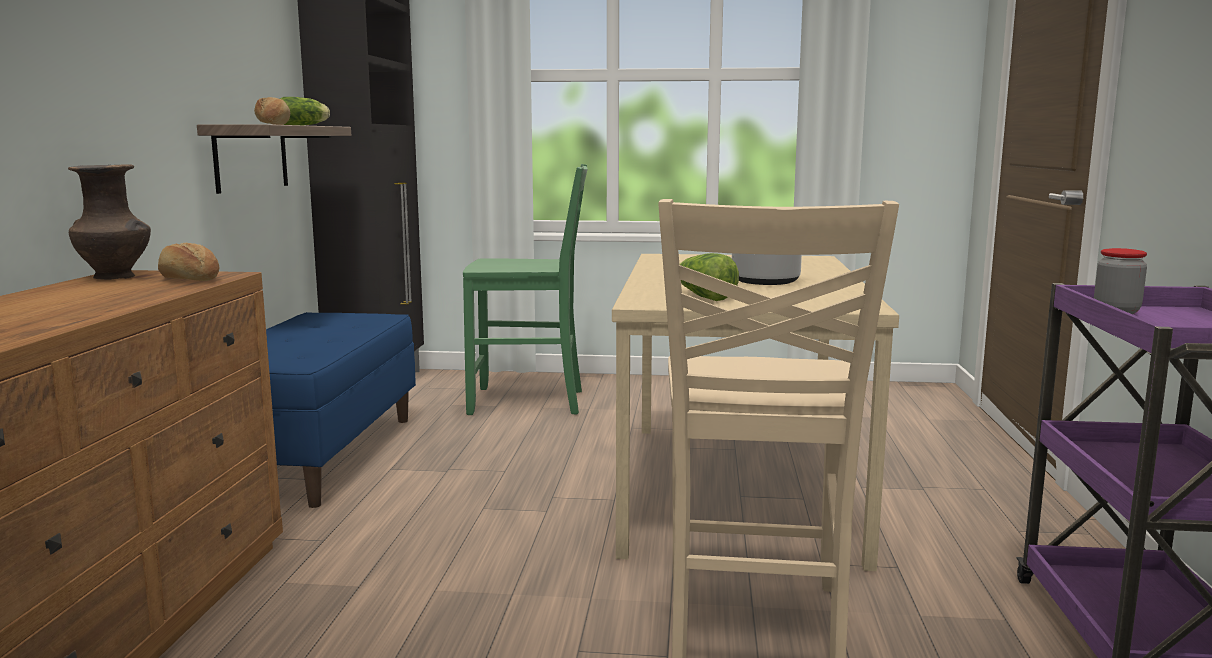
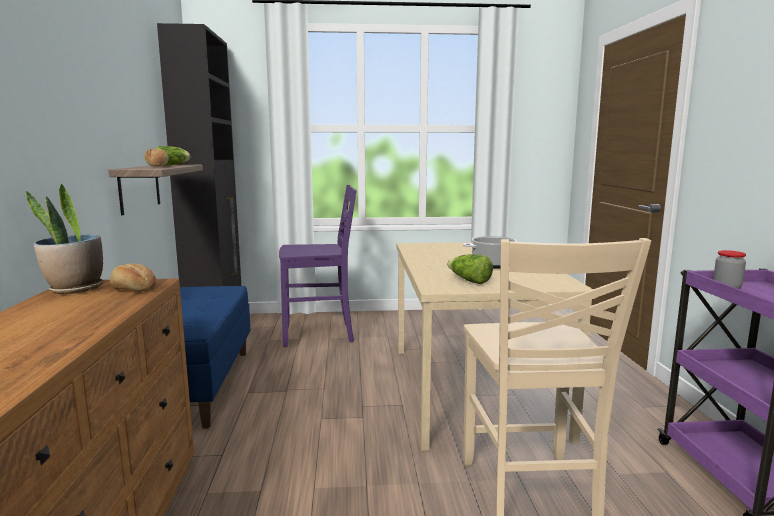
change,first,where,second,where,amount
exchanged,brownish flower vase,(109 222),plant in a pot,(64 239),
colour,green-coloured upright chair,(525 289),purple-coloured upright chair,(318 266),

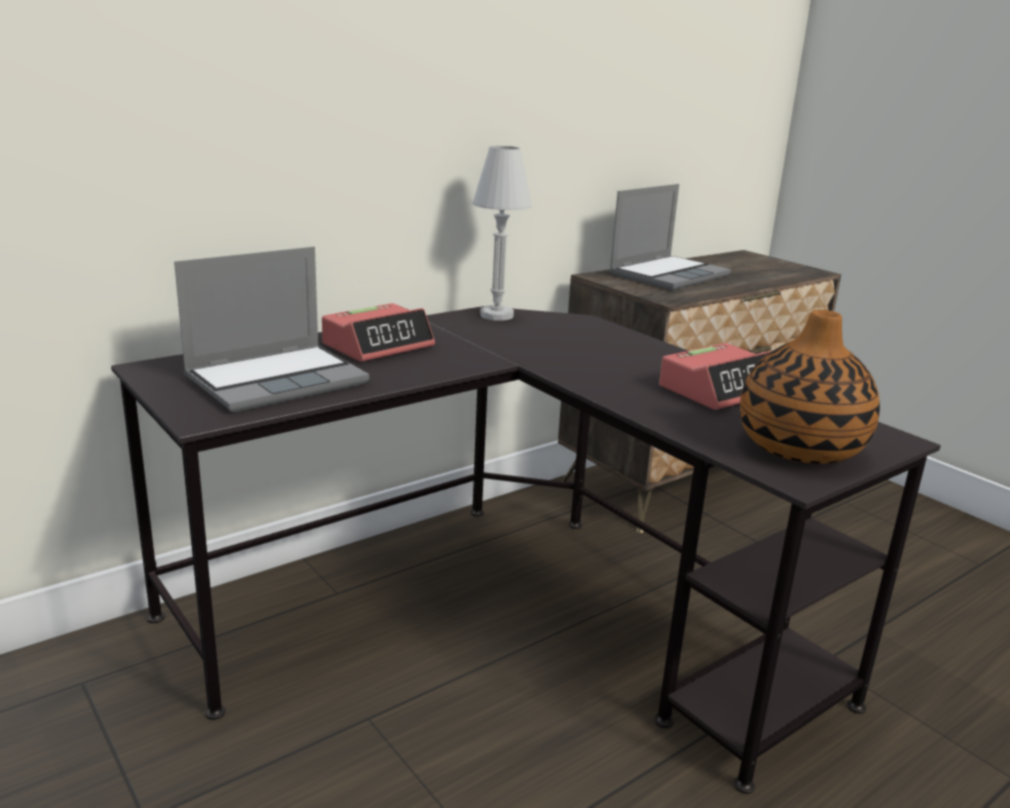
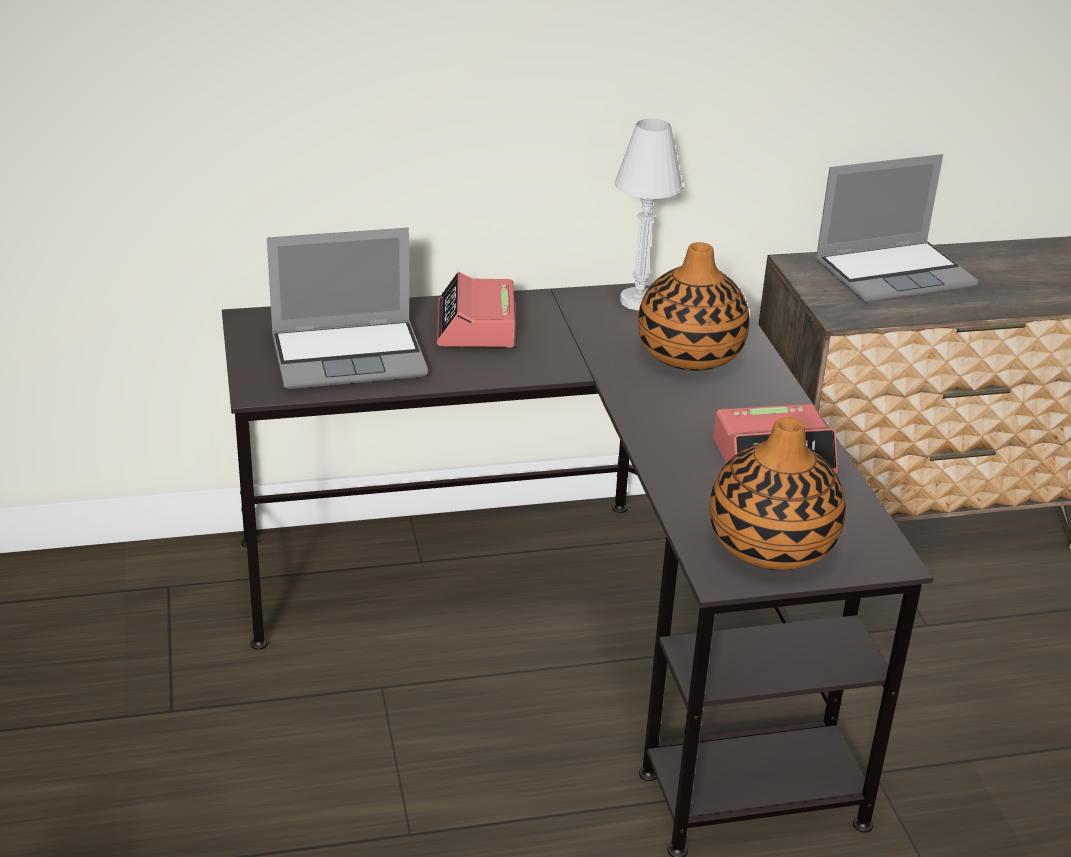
change,first,where,second,where,amount
spun,bedside clock,(378 332),,(476 309),105 degrees clockwise
appeared,,,flower vase,(694 306),

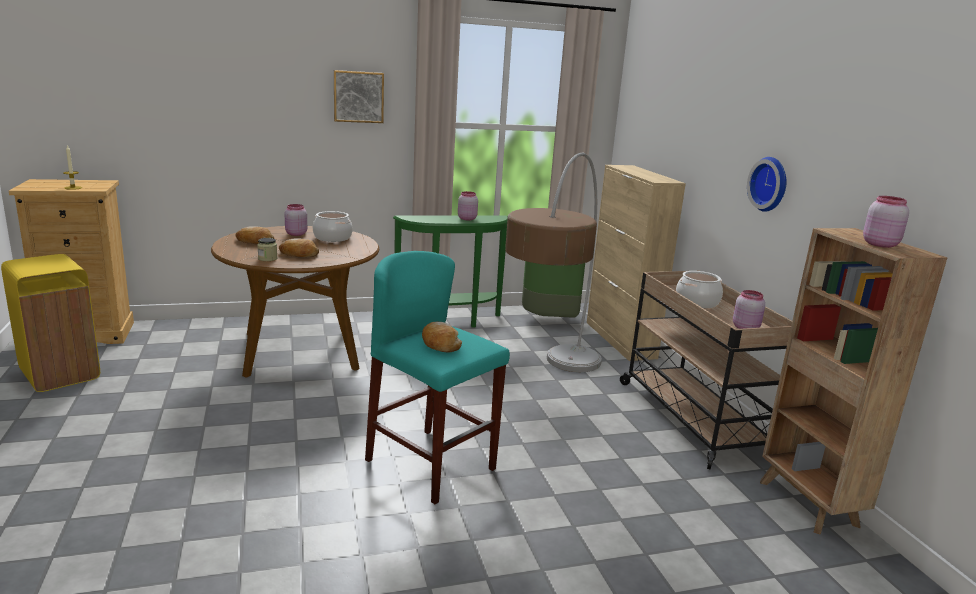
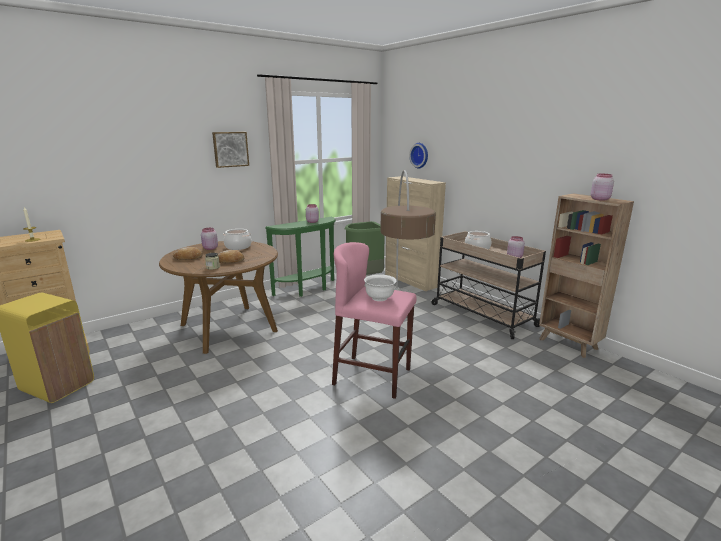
change,first,where,second,where,amount
colour,blue-green sitting stool,(437 377),pinkish sitting stool,(374 320),
exchanged,baked bread,(442 337),whitish bowl,(380 287),
relocated,hanging clock,(766 184),,(418 155),

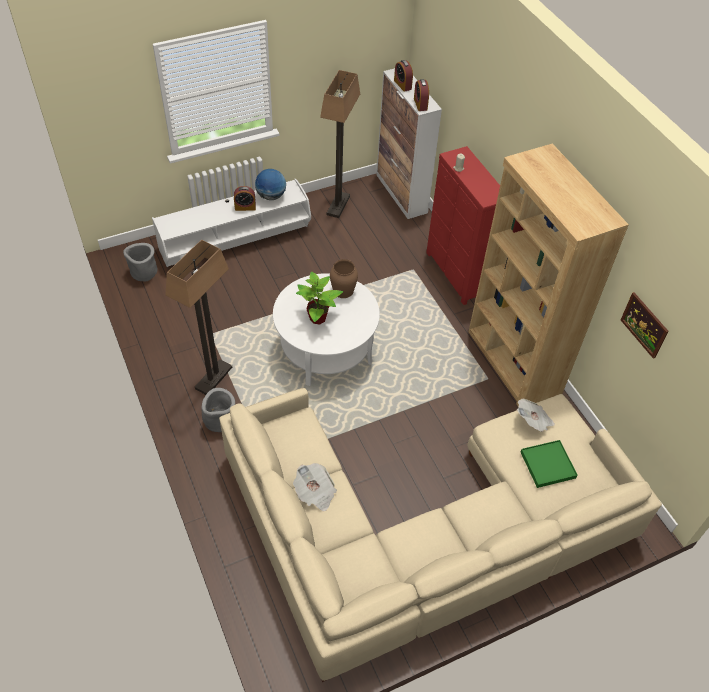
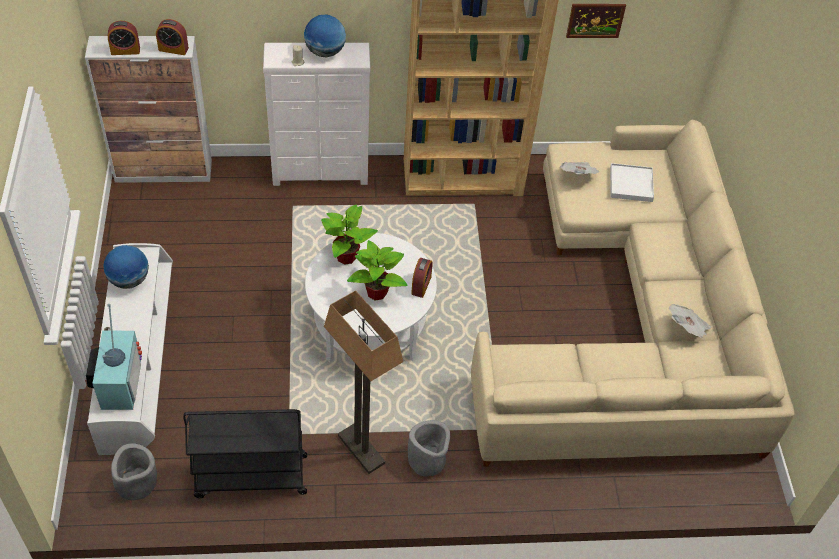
change,first,where,second,where,amount
appeared,,,TV set,(114 357),
appeared,,,blackish cart,(245 453),
colour,red-coloured chest of drawers,(463 225),whitish chest of drawers,(317 114),
appeared,,,desk globe,(325 35),
exchanged,brownish flower vase,(344 278),plant in a pot,(349 234),
relocated,bedside clock,(245 198),,(422 278),
colour,green-coloured tray,(549 464),whitish tray,(632 182),
relocated,daily paper,(315 487),,(690 321),
missing,standing lamp,(340 144),,,

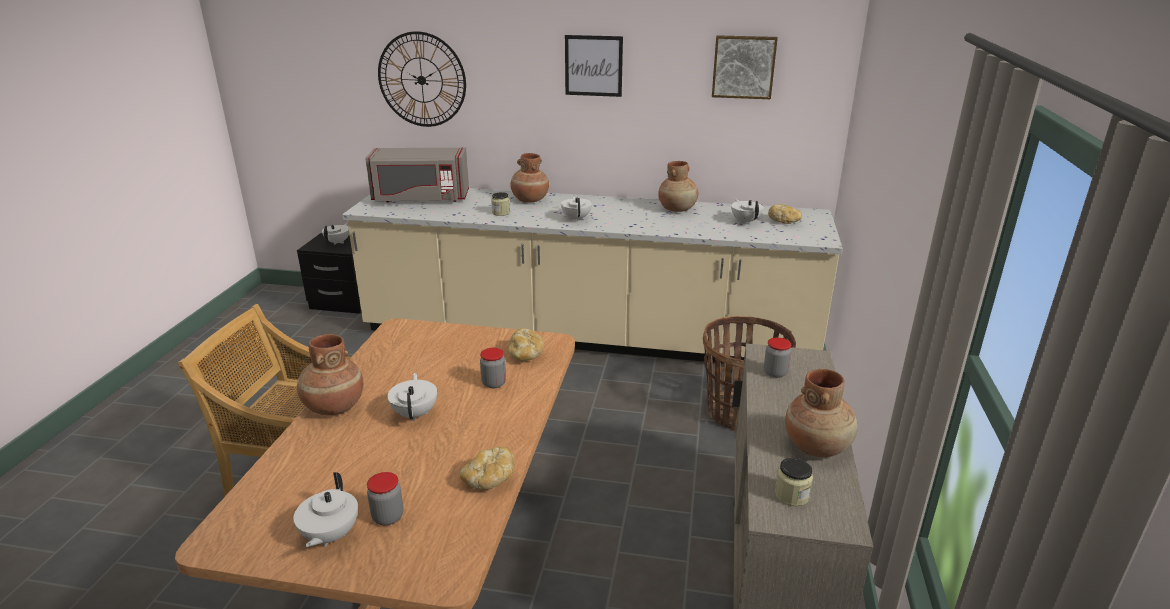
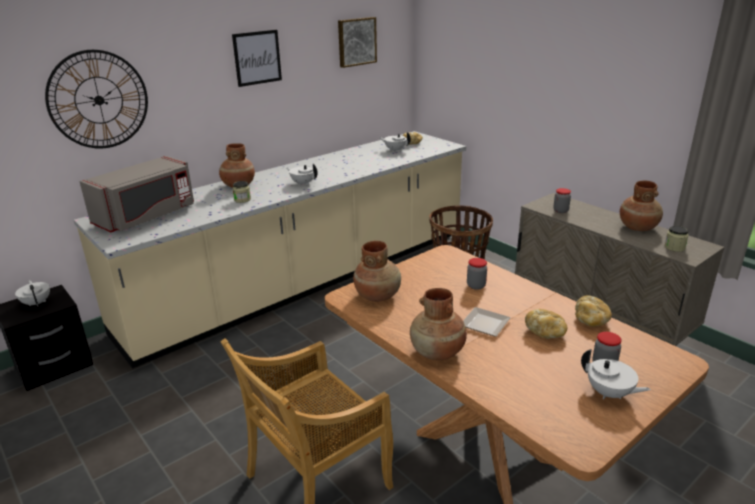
change,first,where,second,where,amount
relocated,brownish flower vase,(678 186),,(377 271),
exchanged,whitish pot for tea,(412 397),plate,(487 322),
relocated,baked bread,(526 344),,(546 324),

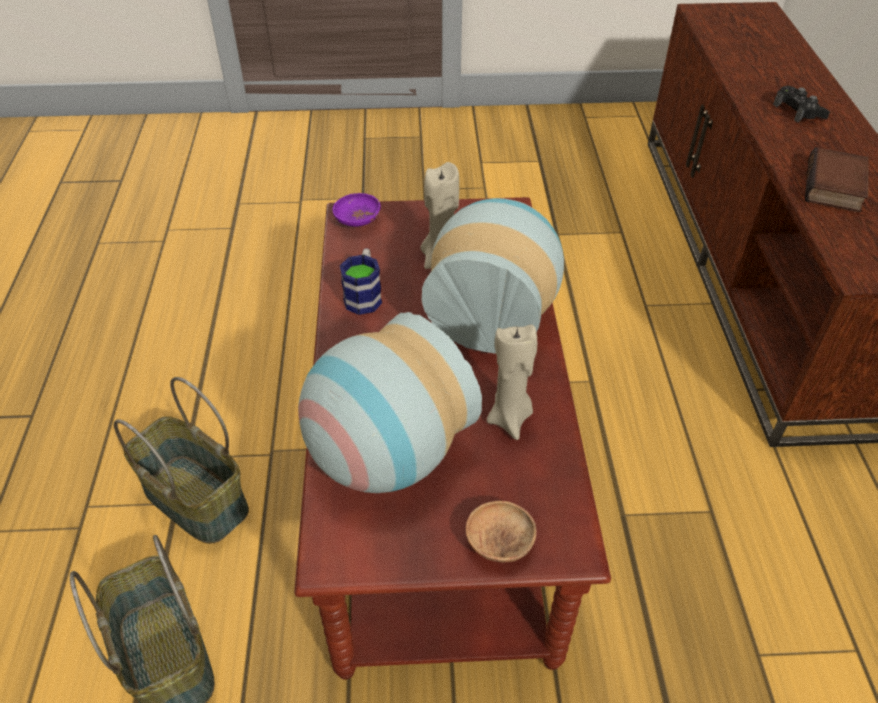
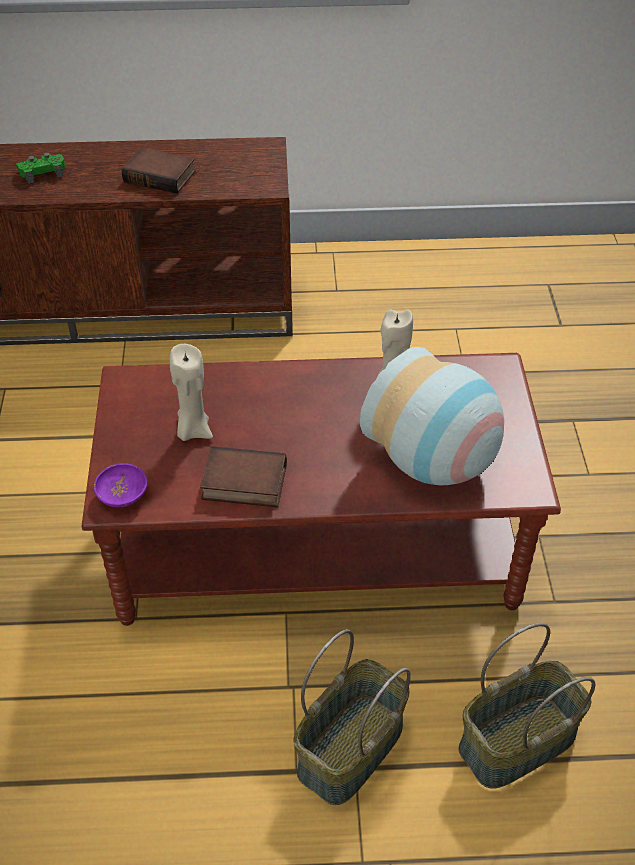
change,first,where,second,where,amount
colour,blackish joypad,(801 104),green-coloured joypad,(40 168),
exchanged,tea mug,(361 281),bound book,(243 476),
missing,flower vase,(493 276),,,
missing,brownish bowl,(501 531),,,

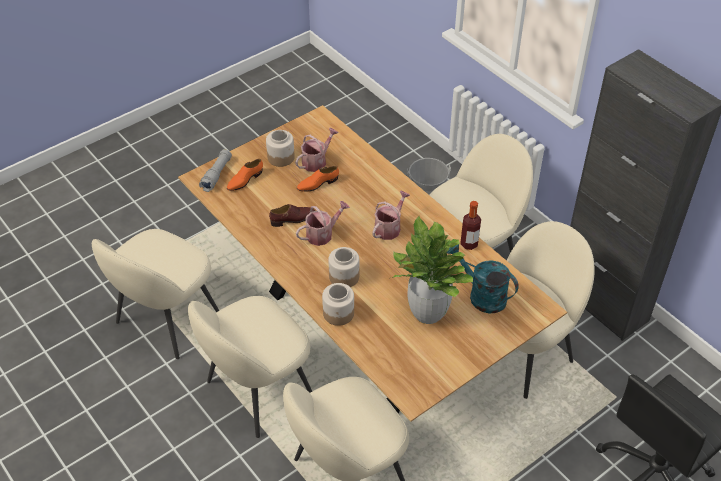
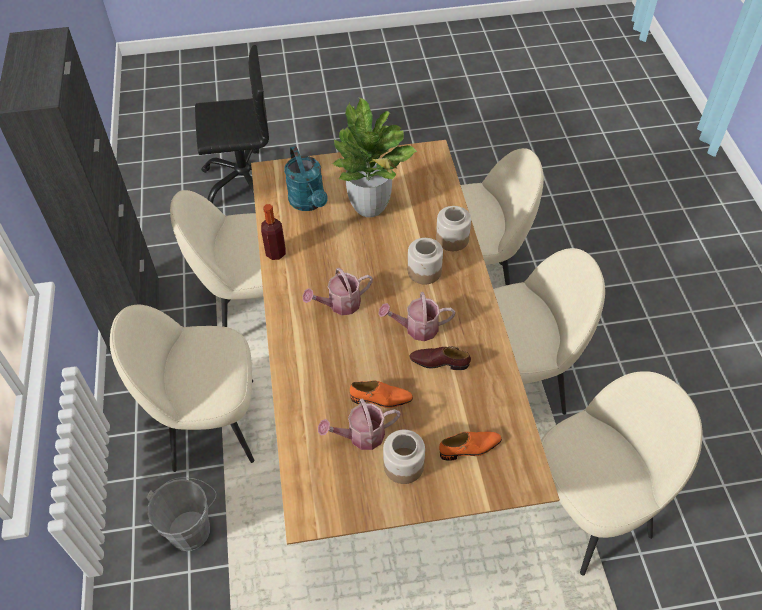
change,first,where,second,where,amount
missing,gray hand torch,(215 170),,,

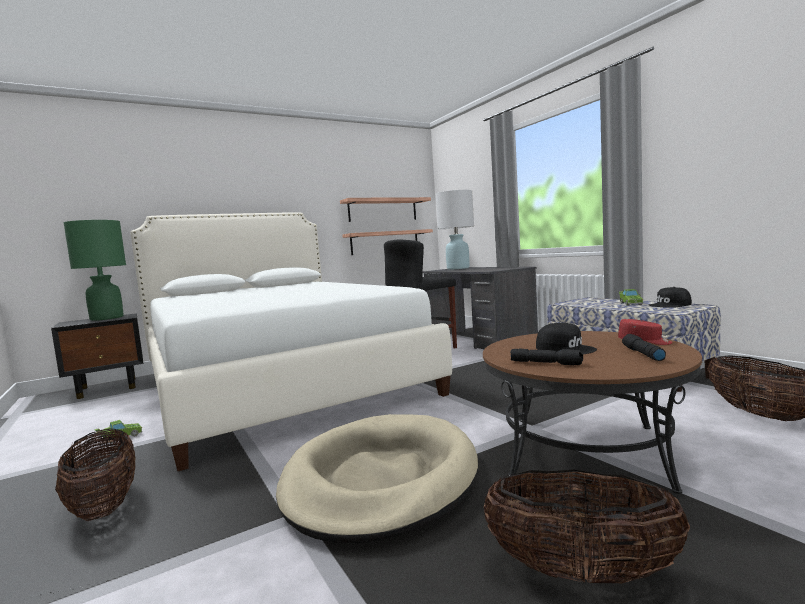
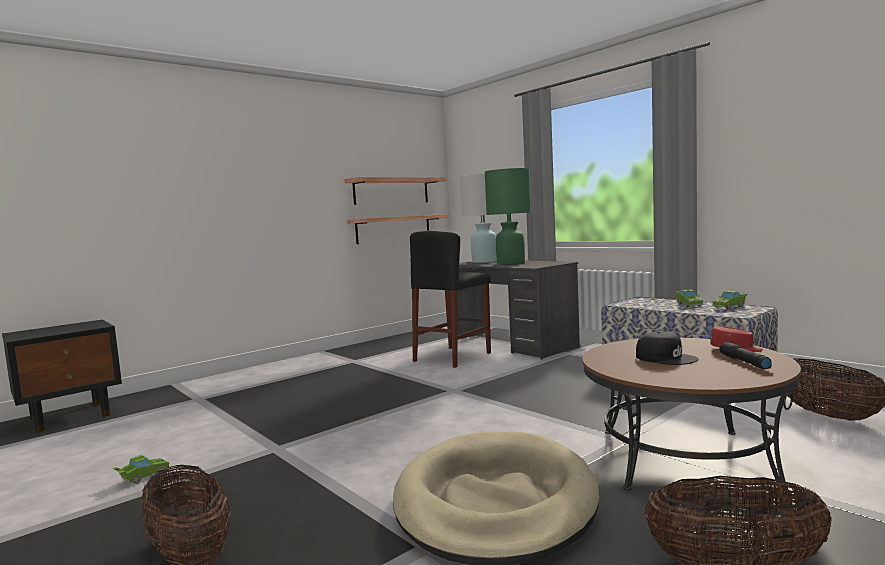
change,first,where,second,where,amount
relocated,green-coloured table lamp,(95 270),,(508 216),
exchanged,blackish cap,(670 297),green-coloured toy car,(729 300),
missing,whitish bed,(291 342),,,
missing,blackish hand torch,(546 357),,,

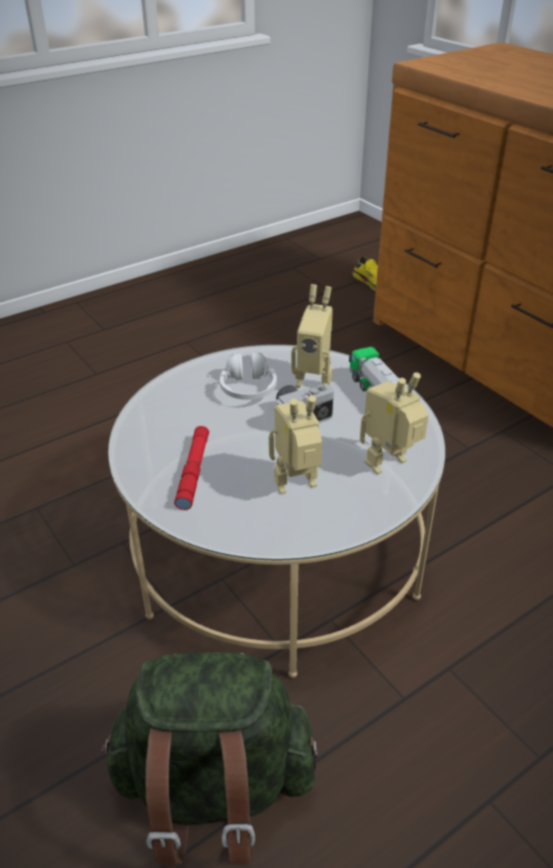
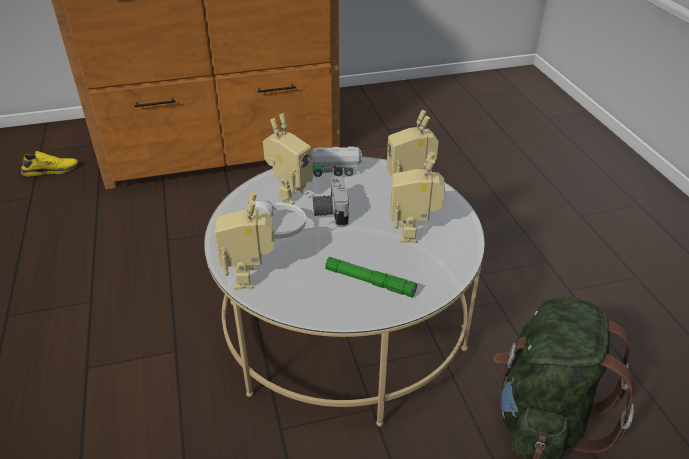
change,first,where,second,where,amount
appeared,,,robot figure,(244 240),
colour,red-coloured hand torch,(191 468),green-coloured hand torch,(371 277),

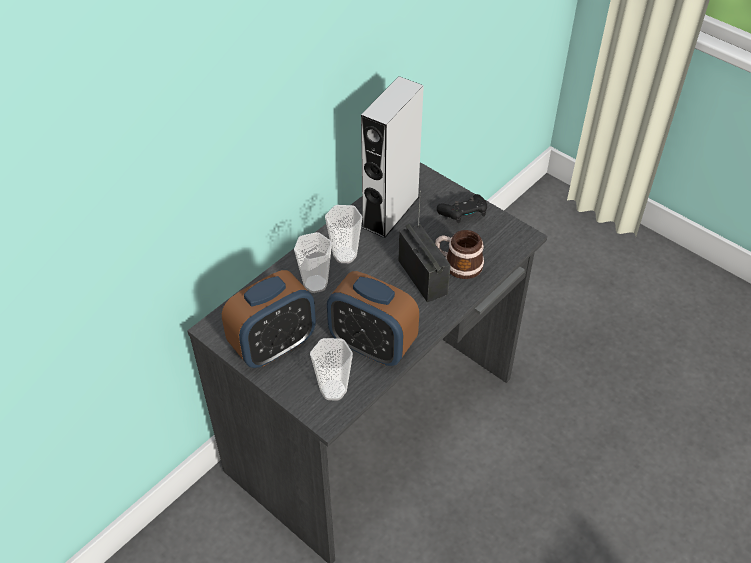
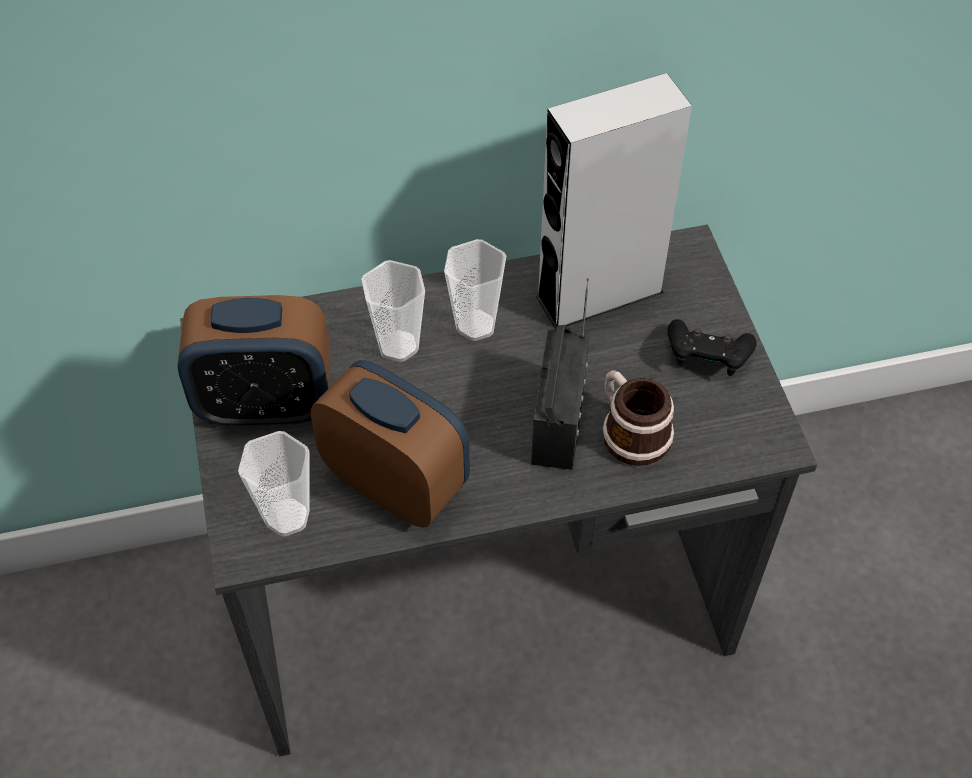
change,first,where,second,where,amount
spun,bedside clock,(373 318),,(390 444),150 degrees clockwise

